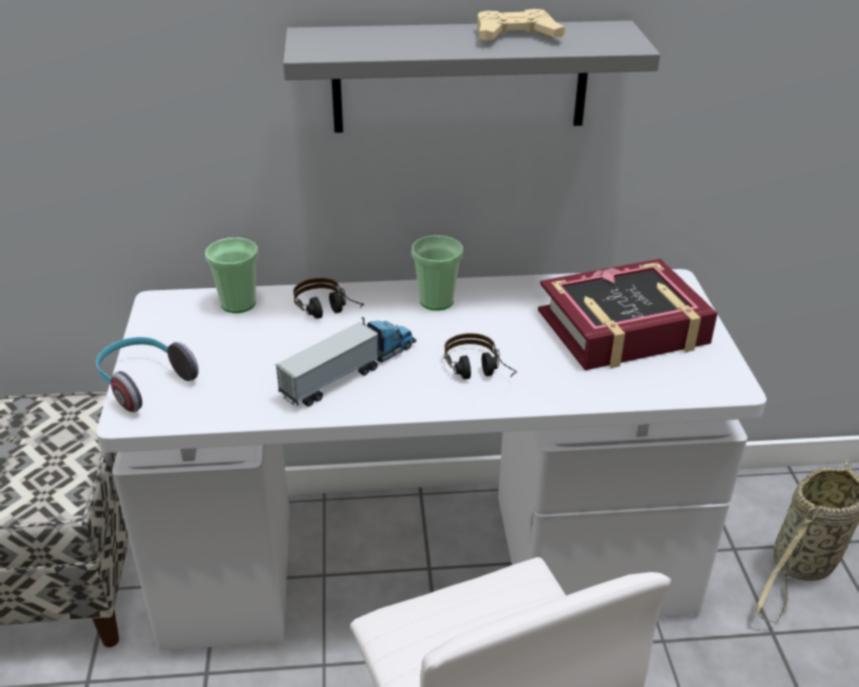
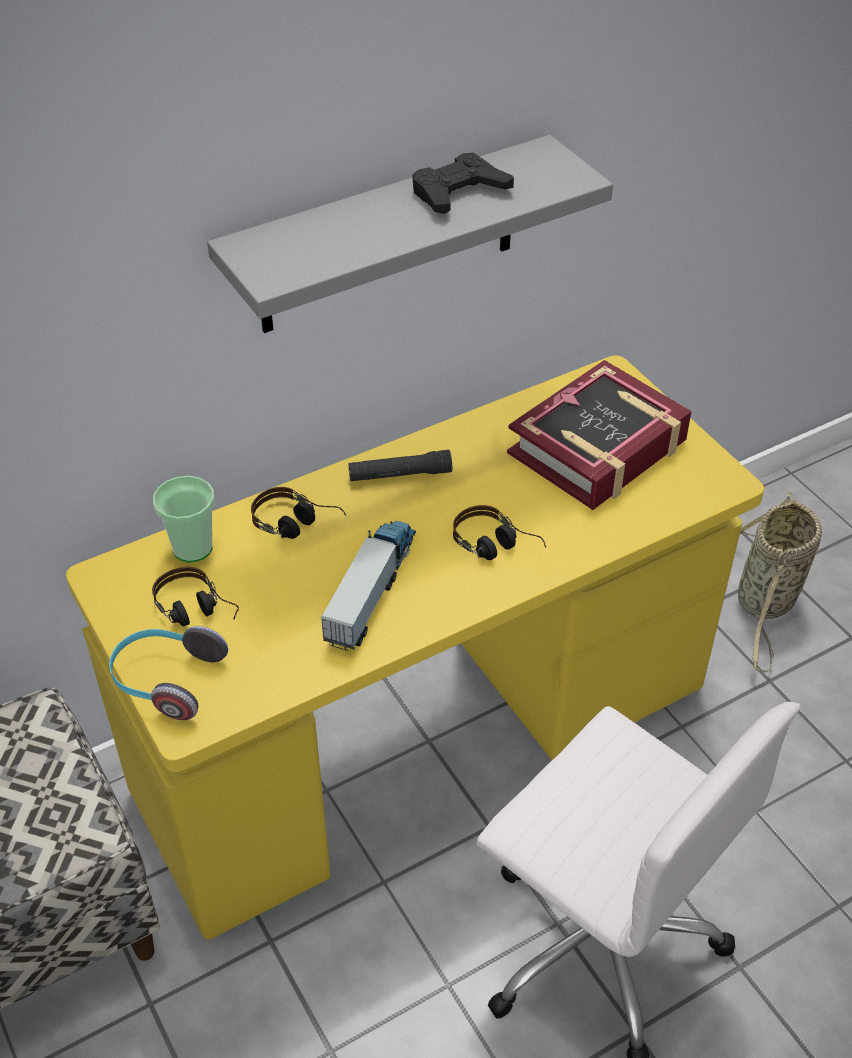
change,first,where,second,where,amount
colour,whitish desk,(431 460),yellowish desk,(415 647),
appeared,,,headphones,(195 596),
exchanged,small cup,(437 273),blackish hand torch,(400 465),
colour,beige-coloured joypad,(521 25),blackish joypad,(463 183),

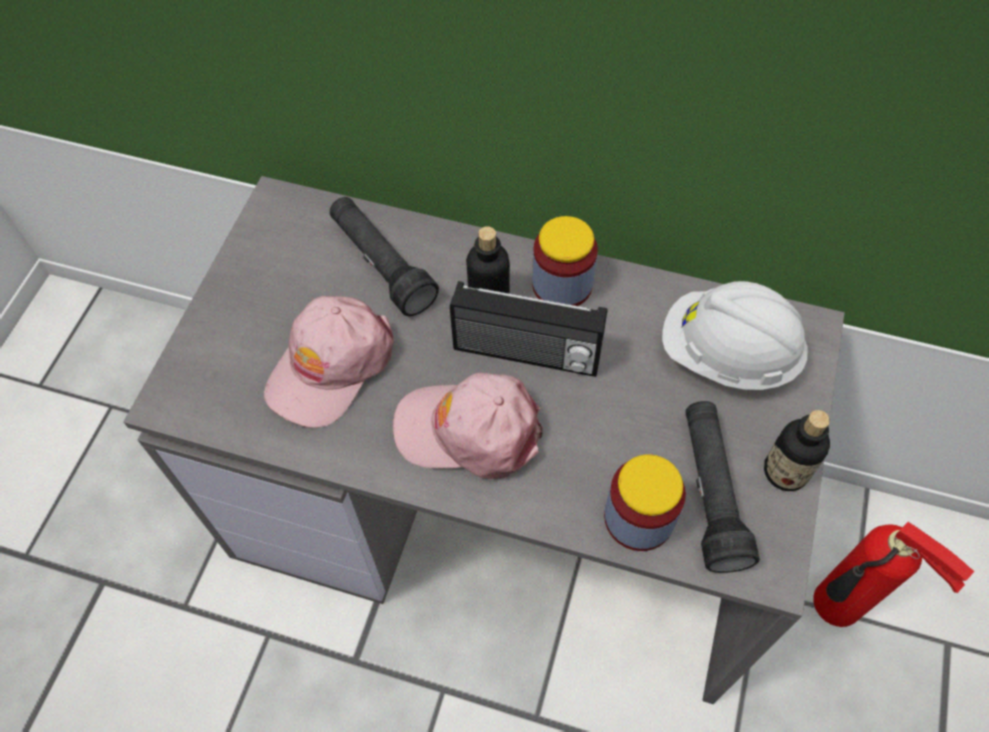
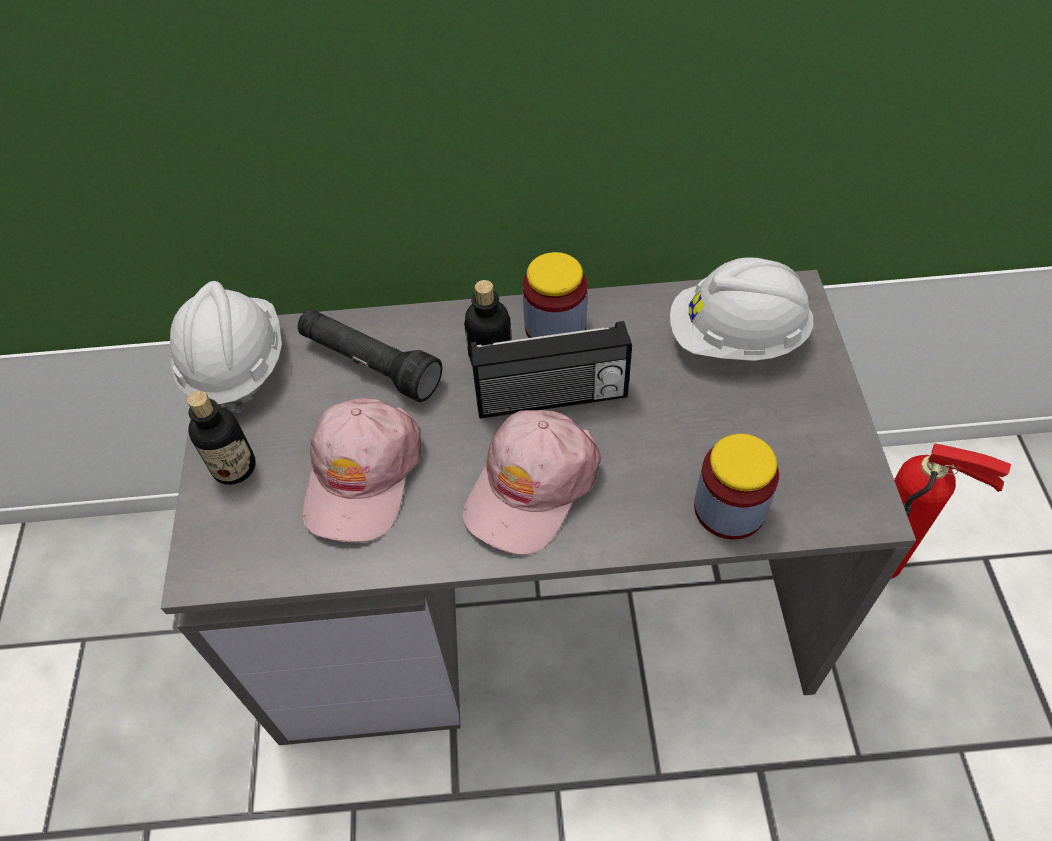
change,first,where,second,where,amount
appeared,,,whitish safety helmet,(226 348),
relocated,bottle,(797 450),,(221 438),
spun,pinkish cap,(468 426),,(532 482),45 degrees counterclockwise
missing,blackish hand torch,(722 487),,,

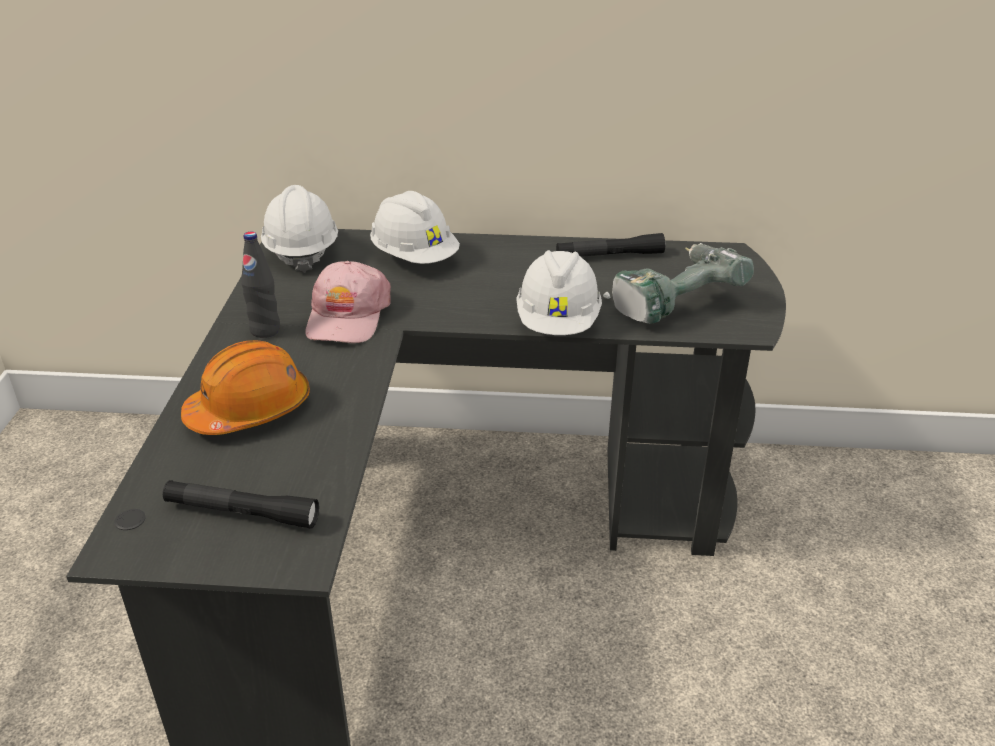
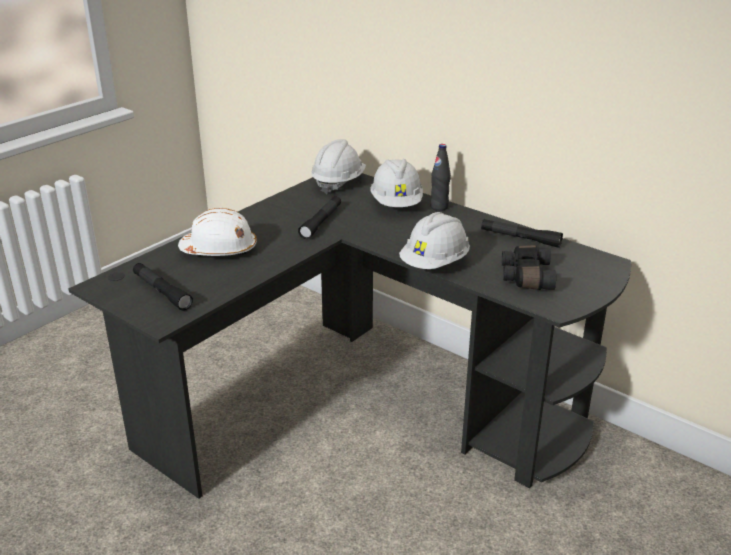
change,first,where,second,where,amount
colour,orangey safety helmet,(245 387),whitish safety helmet,(217 232),
exchanged,pinkish cap,(348 302),blackish hand torch,(319 217),
relocated,blackish bottle,(260 285),,(440 177),
exchanged,drill,(678 283),blackish field glasses,(529 267),

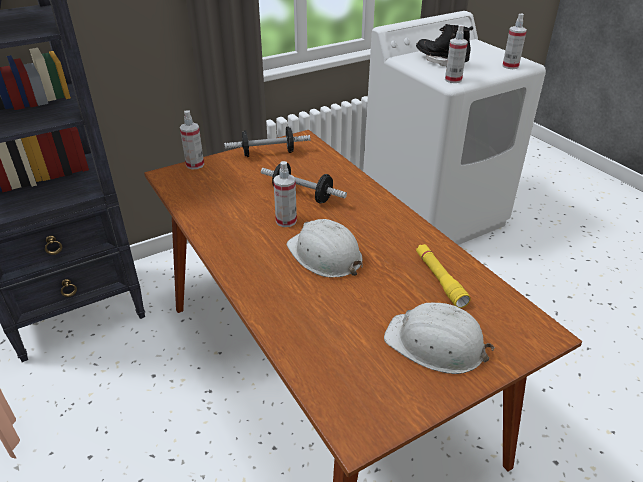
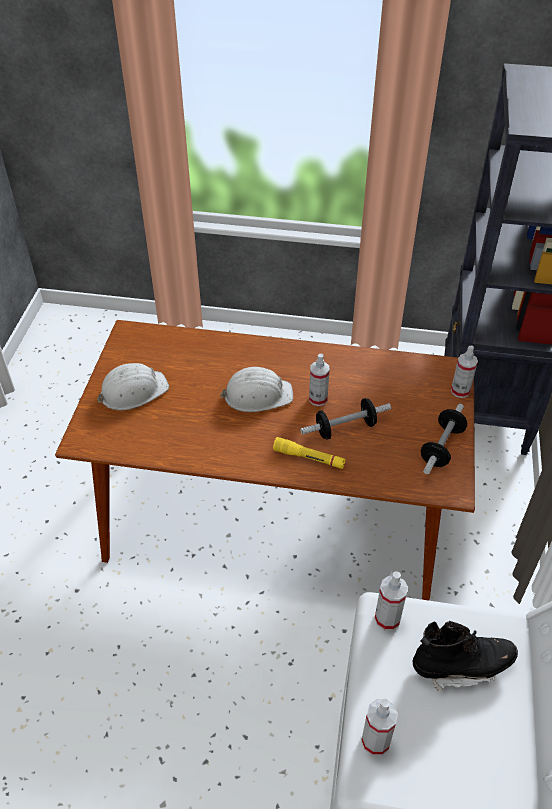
change,first,where,second,where,amount
relocated,yellowish hand torch,(443 276),,(309 453),

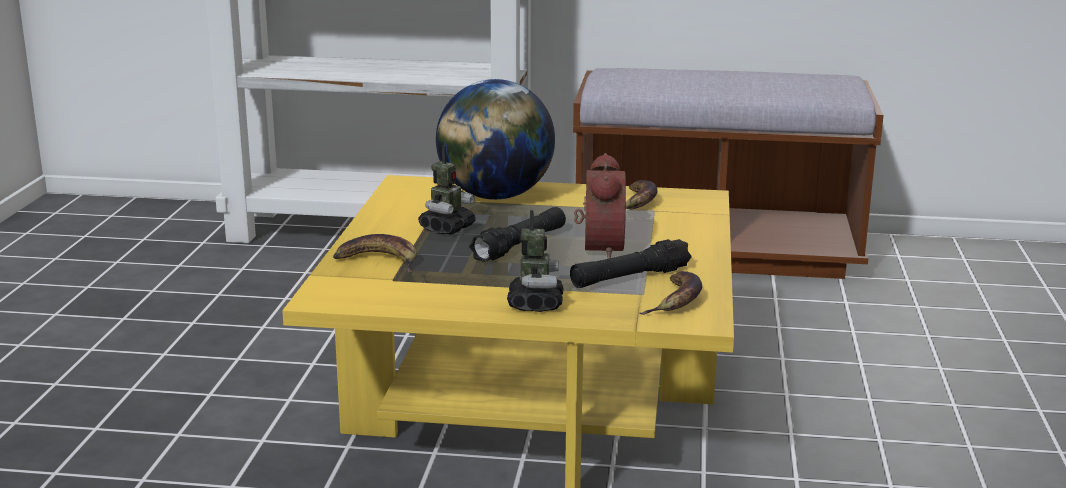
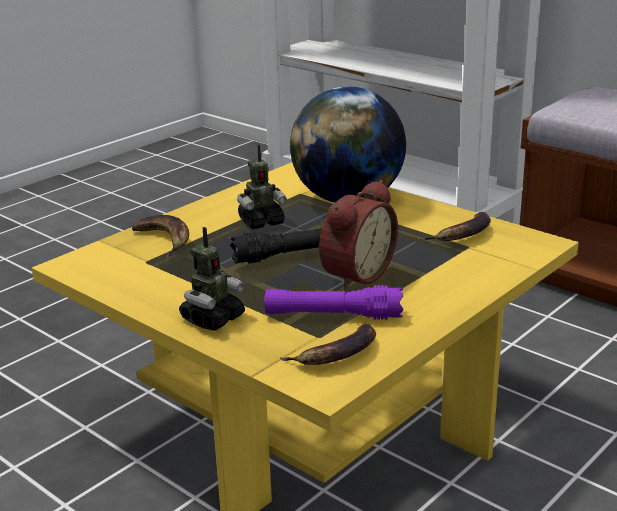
change,first,where,second,where,amount
colour,blackish hand torch,(630 263),purple-coloured hand torch,(333 302),

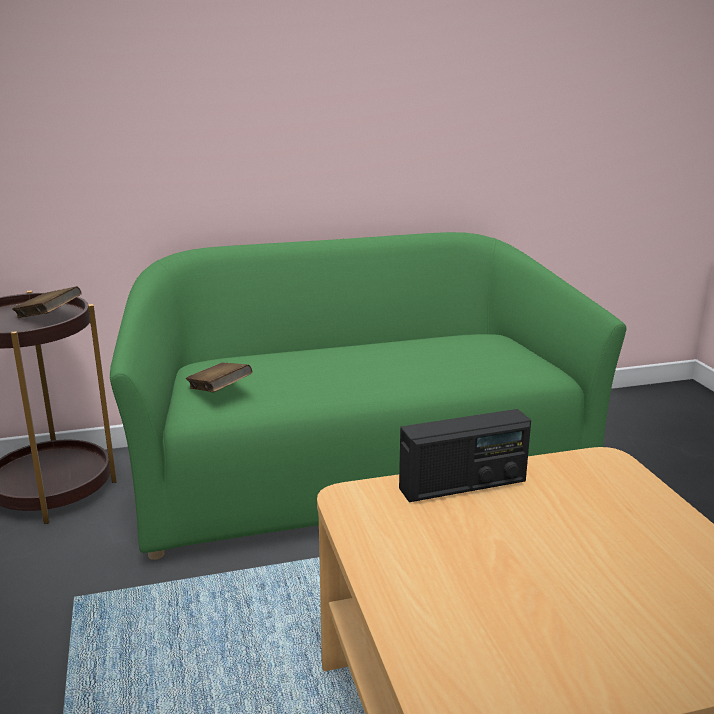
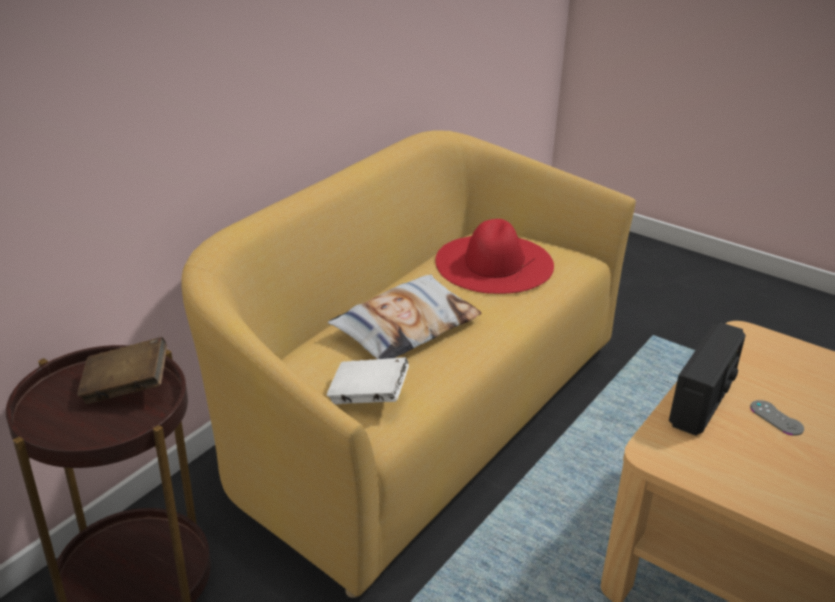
change,first,where,second,where,amount
colour,green-coloured settee,(368 396),yellowish settee,(409 364),
colour,brownish bound book,(219 377),whitish bound book,(368 380),
appeared,,,throw pillow,(405 316),
appeared,,,red-coloured wearable hat,(494 256),
appeared,,,gray joypad,(777 418),

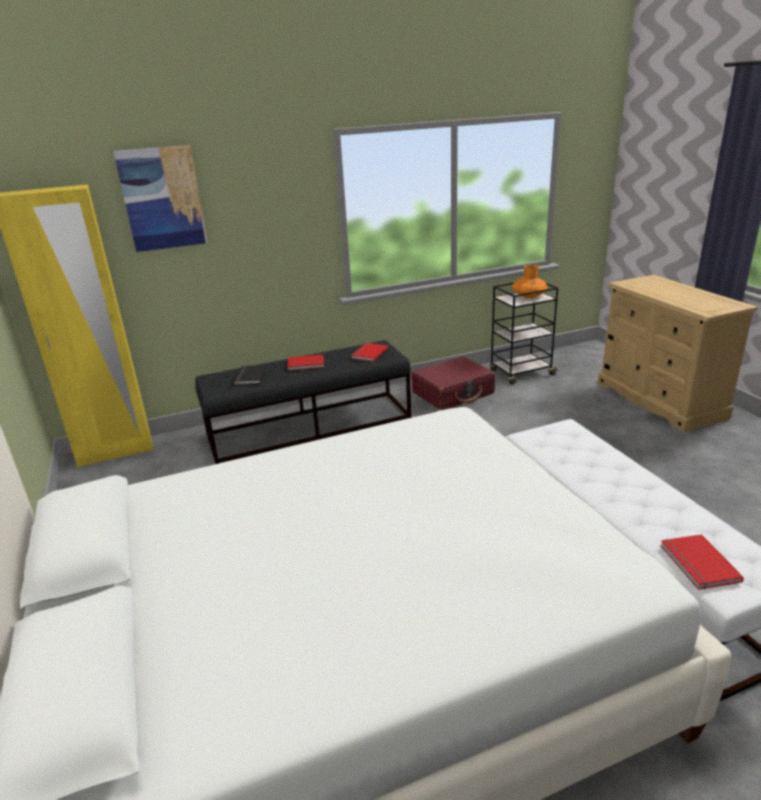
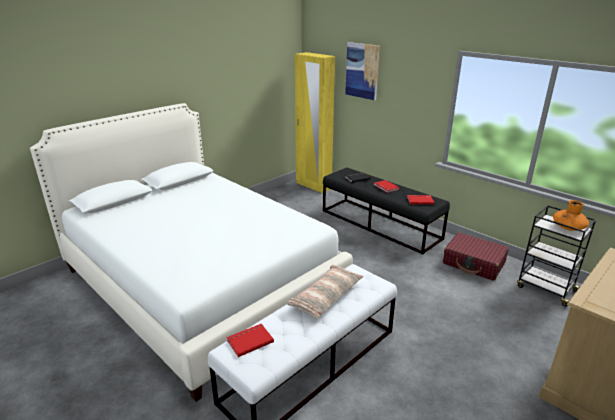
change,first,where,second,where,amount
appeared,,,throw pillow,(324 292),

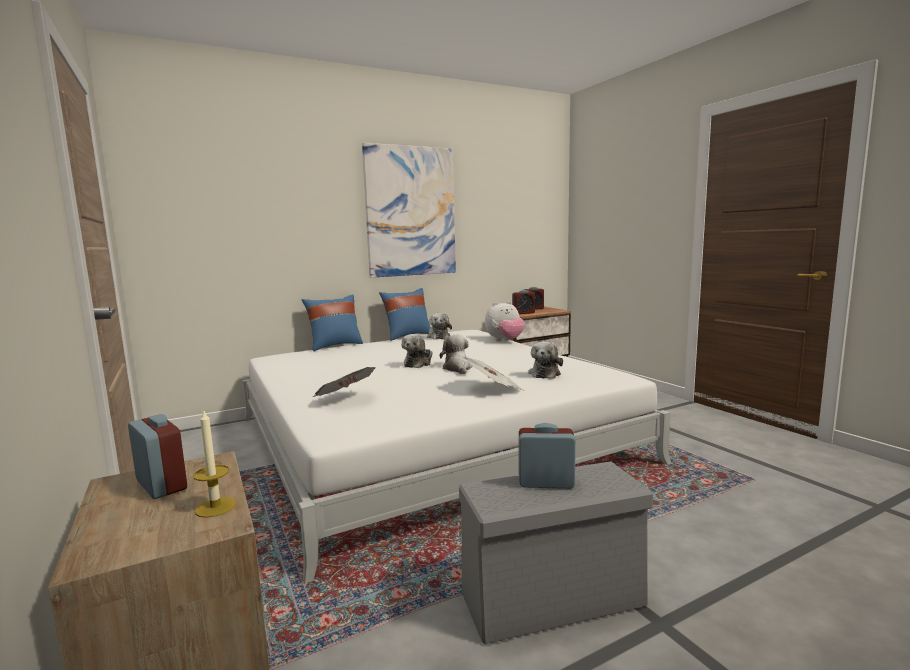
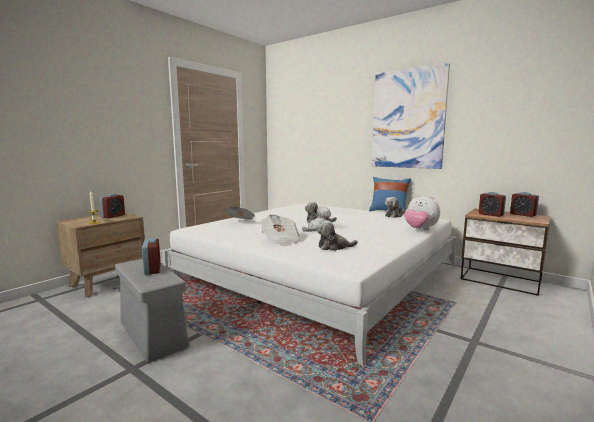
change,first,where,second,where,amount
missing,blue throw pillow,(332 322),,,

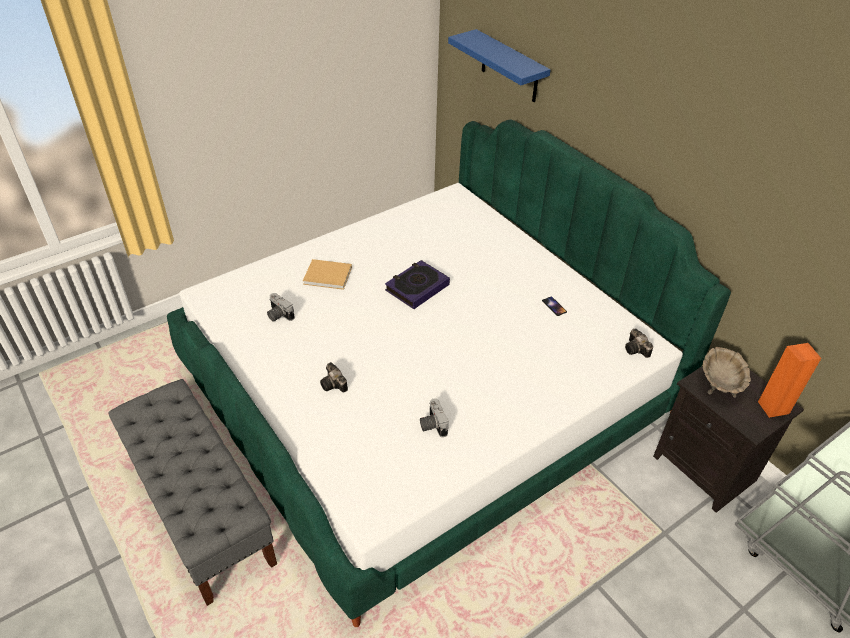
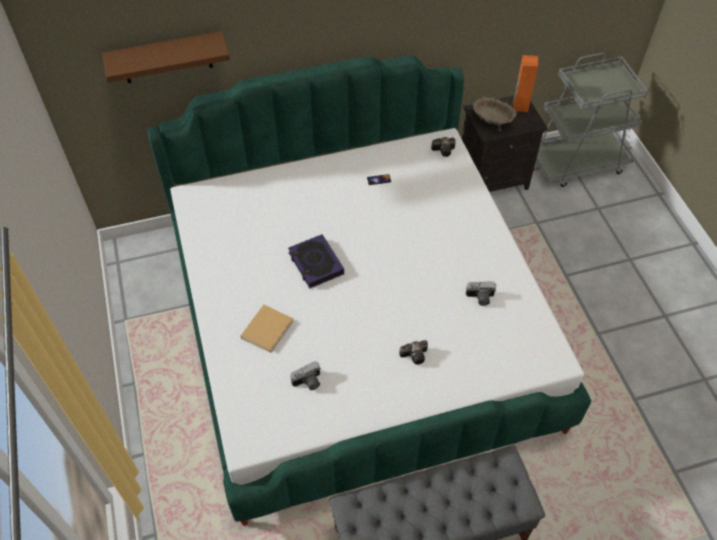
change,first,where,second,where,amount
colour,blue bracket shelf,(499 65),brownish bracket shelf,(166 57),

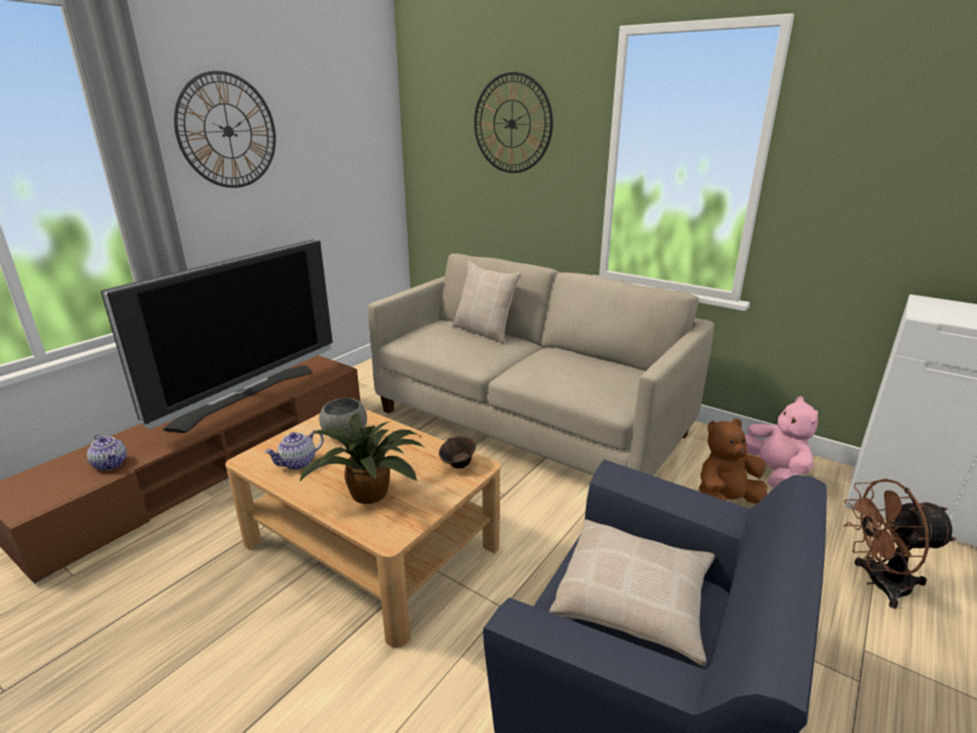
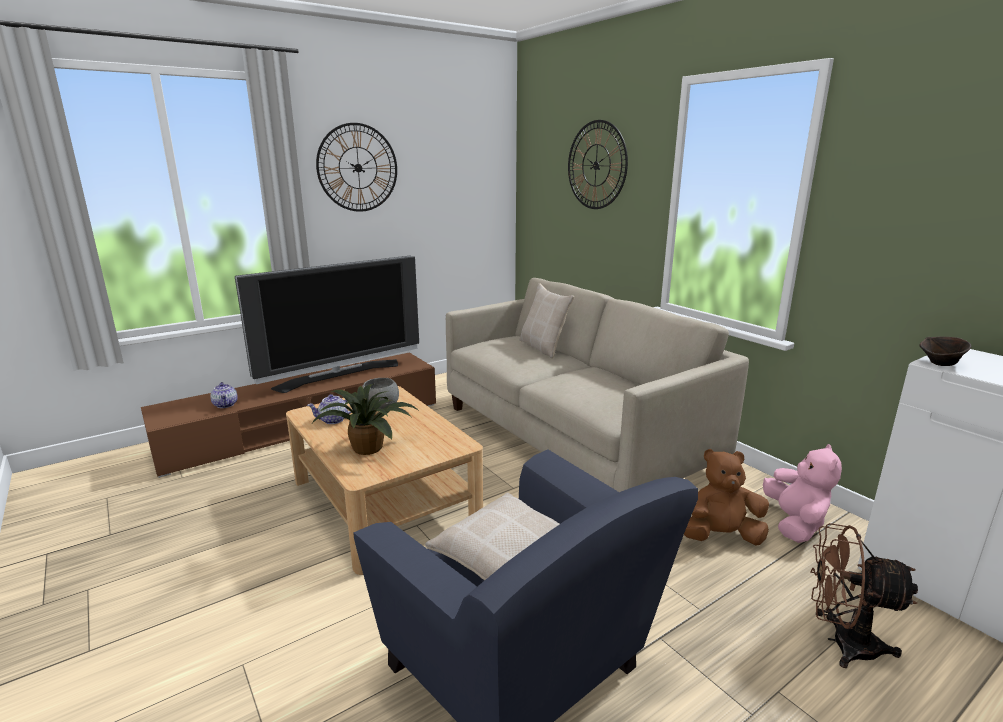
change,first,where,second,where,amount
relocated,brownish bowl,(457 452),,(945 351),

